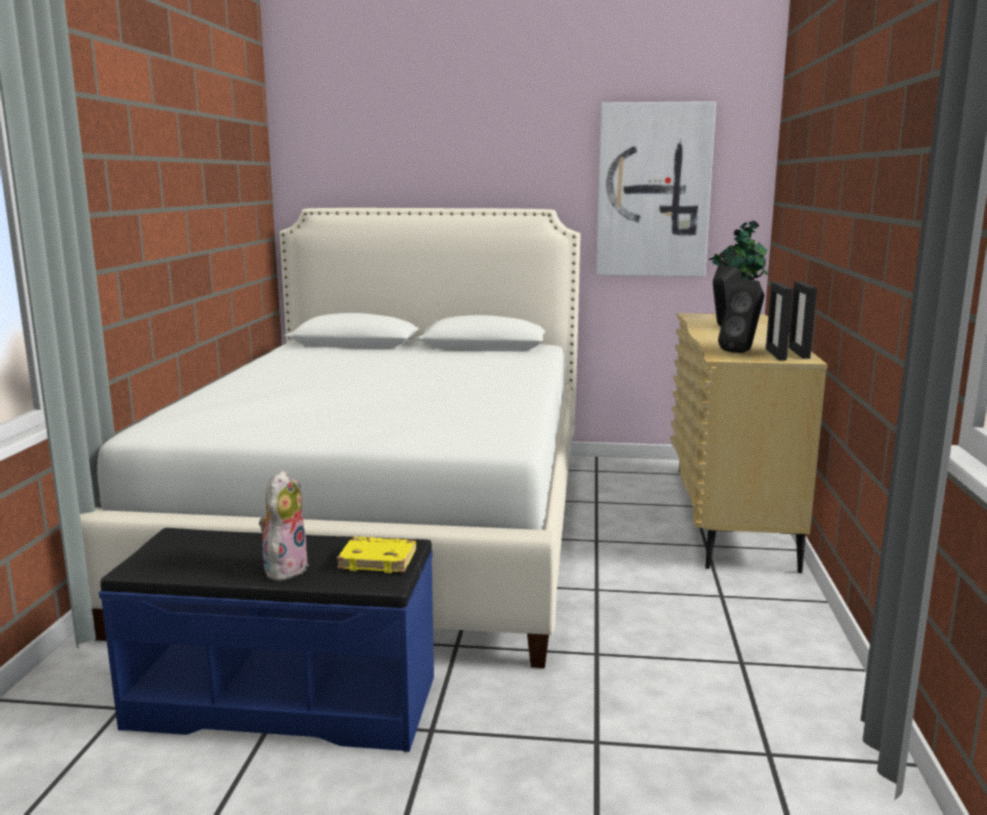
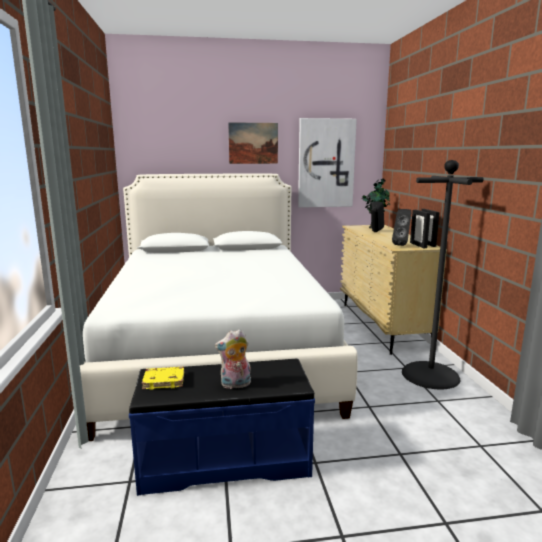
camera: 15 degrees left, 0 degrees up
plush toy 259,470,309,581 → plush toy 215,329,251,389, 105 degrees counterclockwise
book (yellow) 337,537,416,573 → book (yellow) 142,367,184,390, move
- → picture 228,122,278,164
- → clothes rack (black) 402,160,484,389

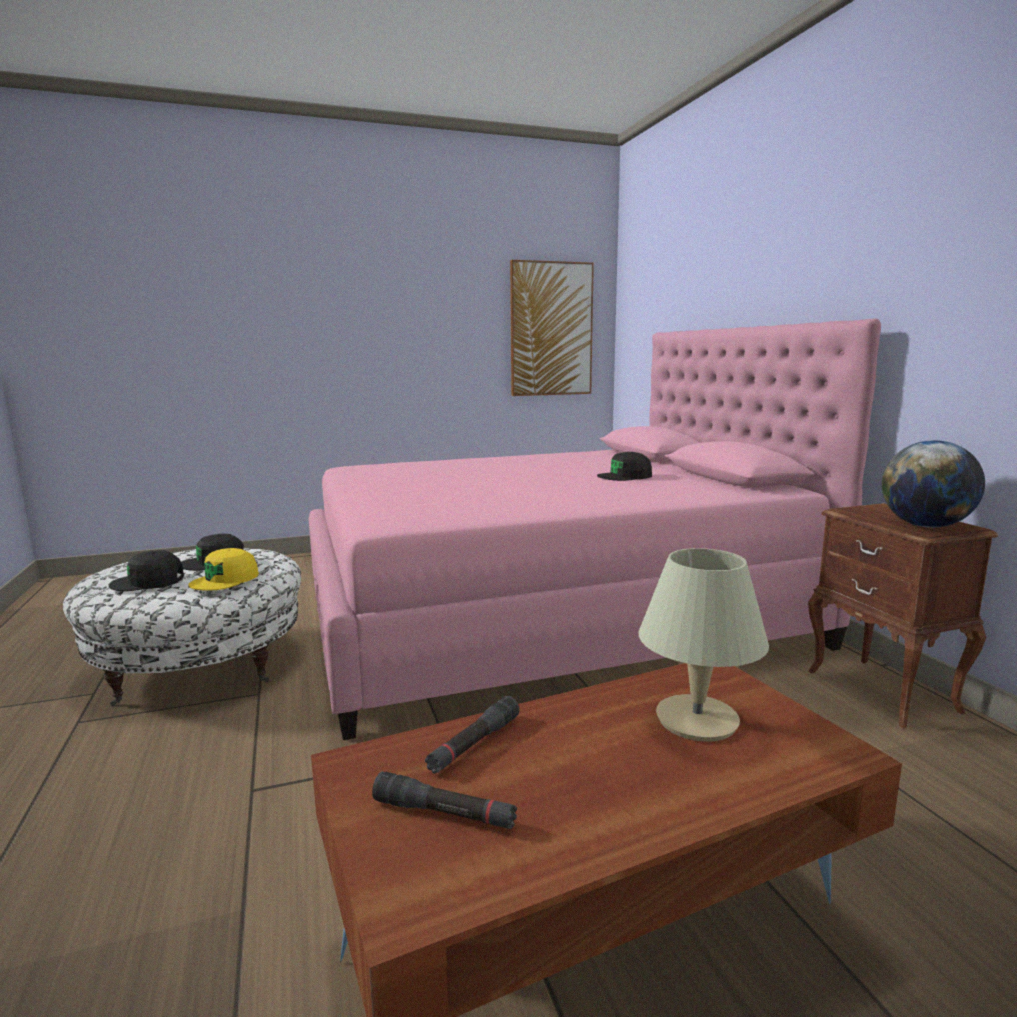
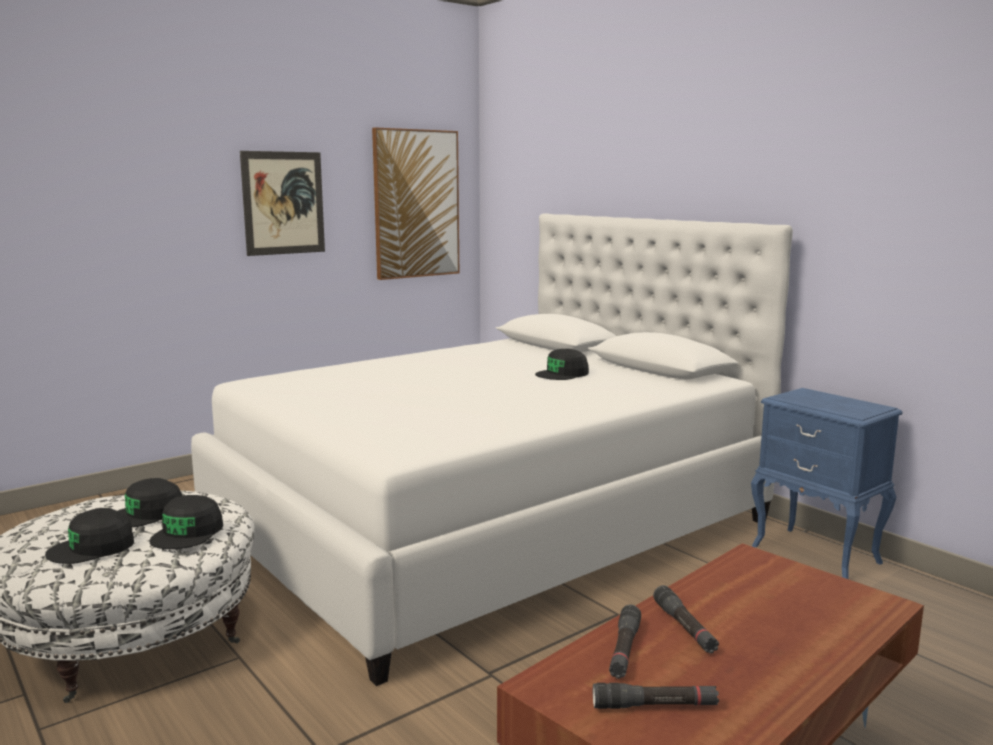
camera: 20 degrees left, 0 degrees up
bed (pink) 308,319,881,740 → bed (white) 191,213,793,686
globe 881,440,985,528 → -
nightstand (brown) 808,503,998,729 → nightstand (blue) 751,388,902,579
cap (yellow) 188,548,259,591 → cap (black) 150,495,223,549
table lamp (beige) 639,548,769,742 → -
- → picture 240,151,325,256
- → flashlight (black) 653,585,719,653

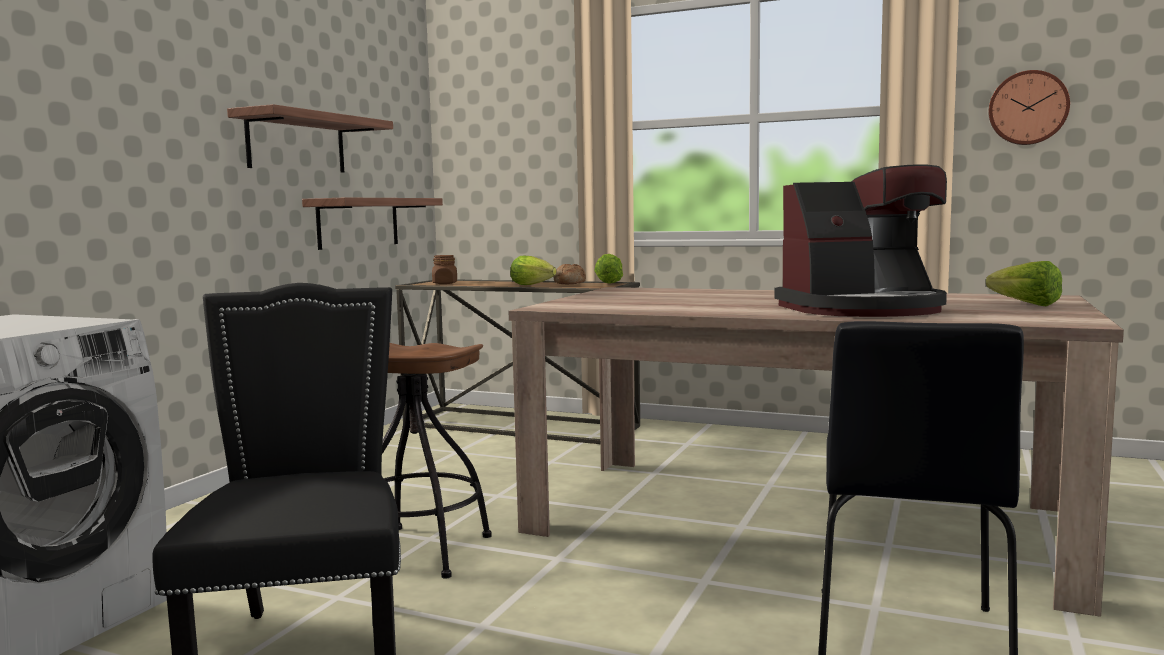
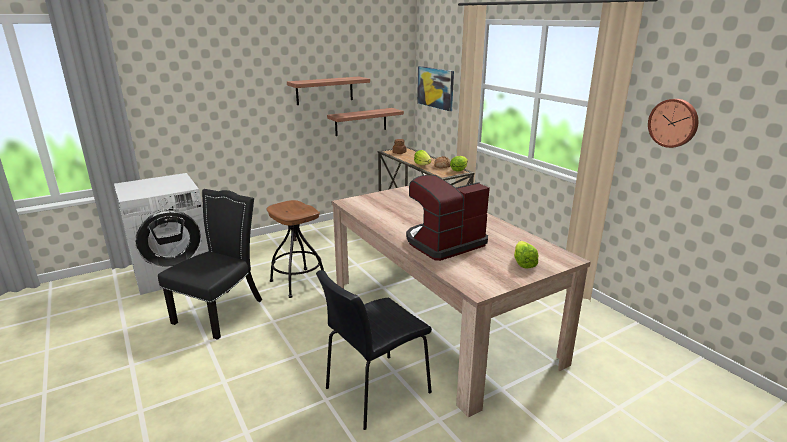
camera: 35 degrees right, 15 degrees up
coffee machine 774,164,947,317 → coffee machine 406,175,490,261, 120 degrees clockwise
- → picture 417,66,454,111

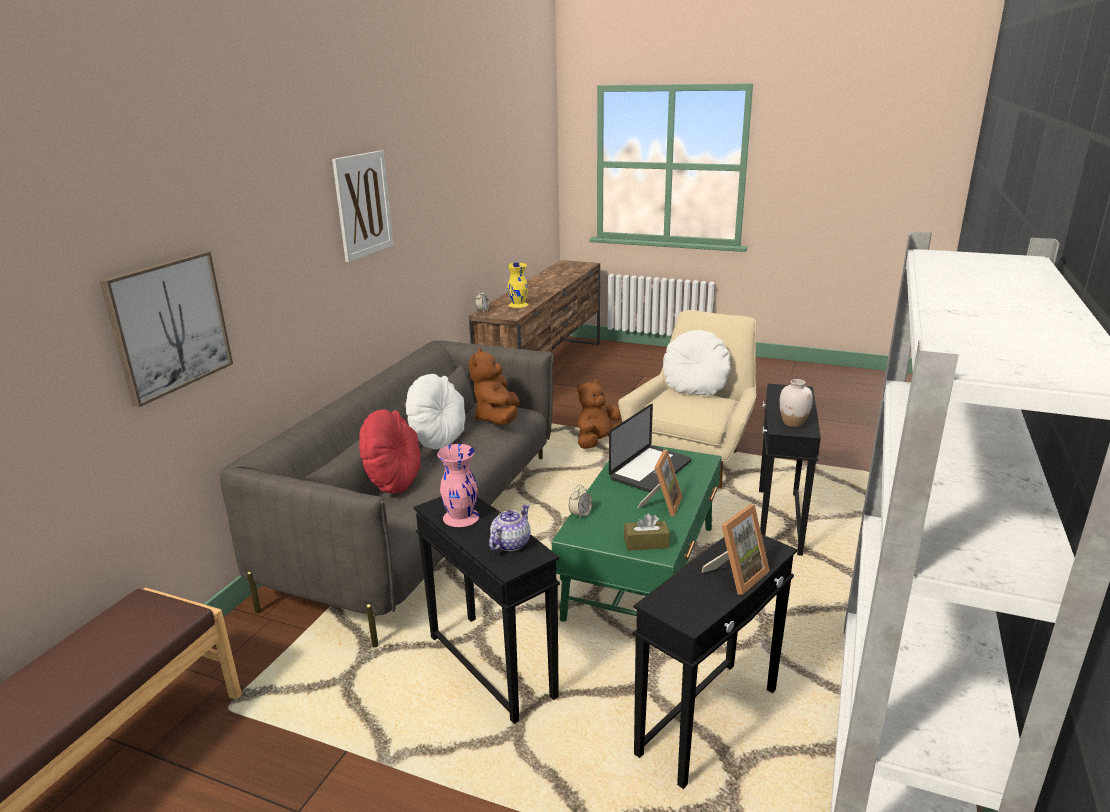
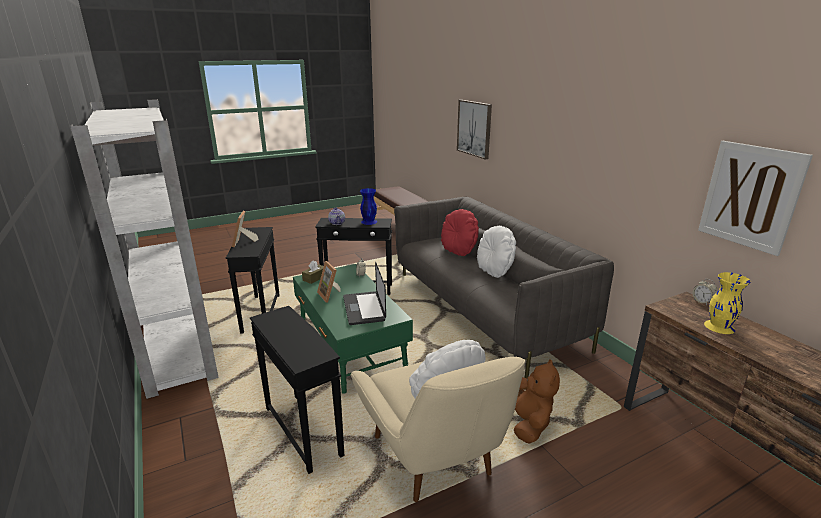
camera: 130 degrees right, 0 degrees up
picture 332,150,394,262 → picture 698,141,813,256, move
plush toy (brown) 469,348,520,425 → -
vase (white) 780,379,813,427 → -
vase (pink) 437,444,479,527 → vase (blue) 360,188,377,225

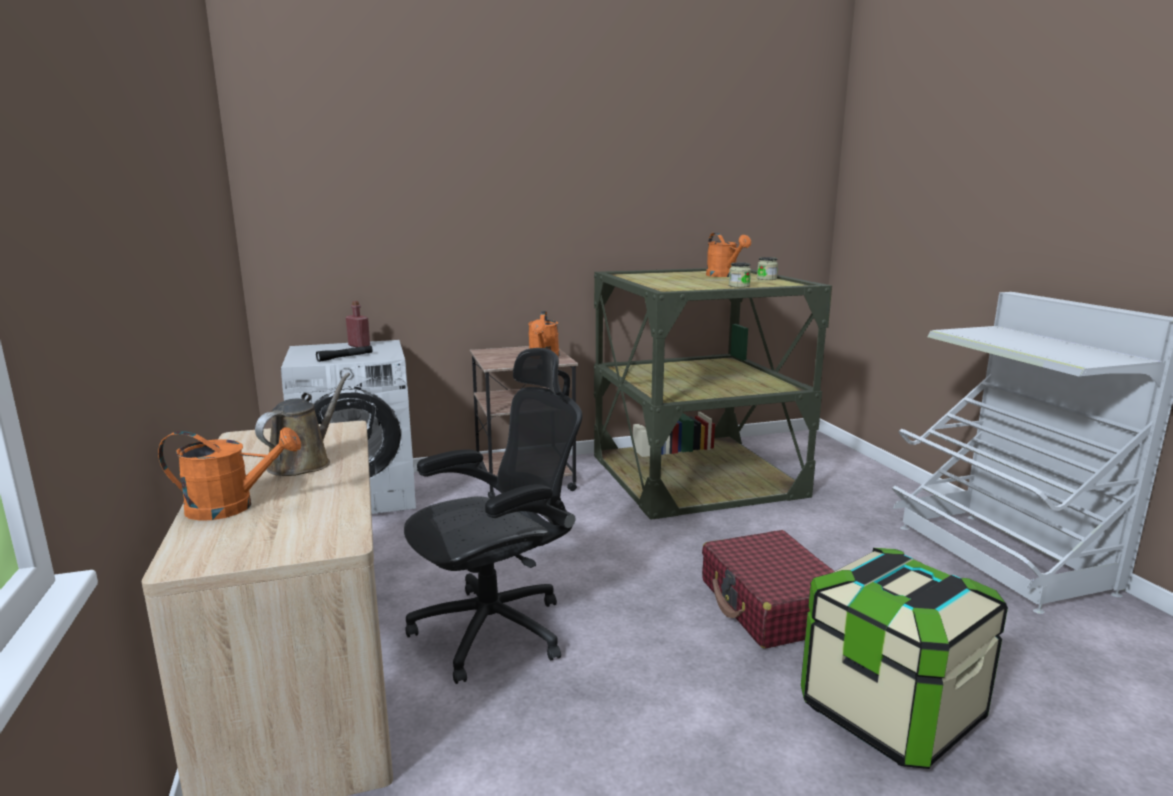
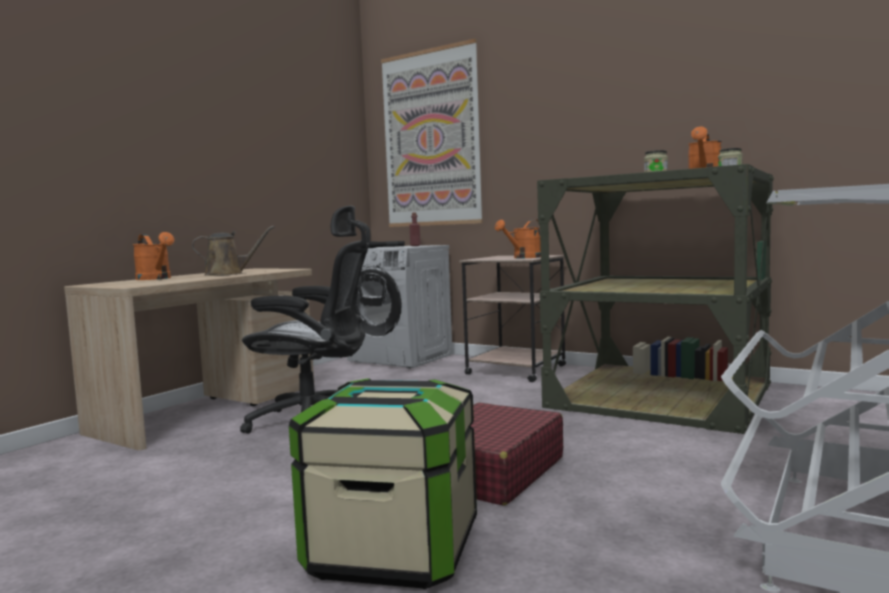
camera: 50 degrees right, 10 degrees down
- → picture 381,39,483,227

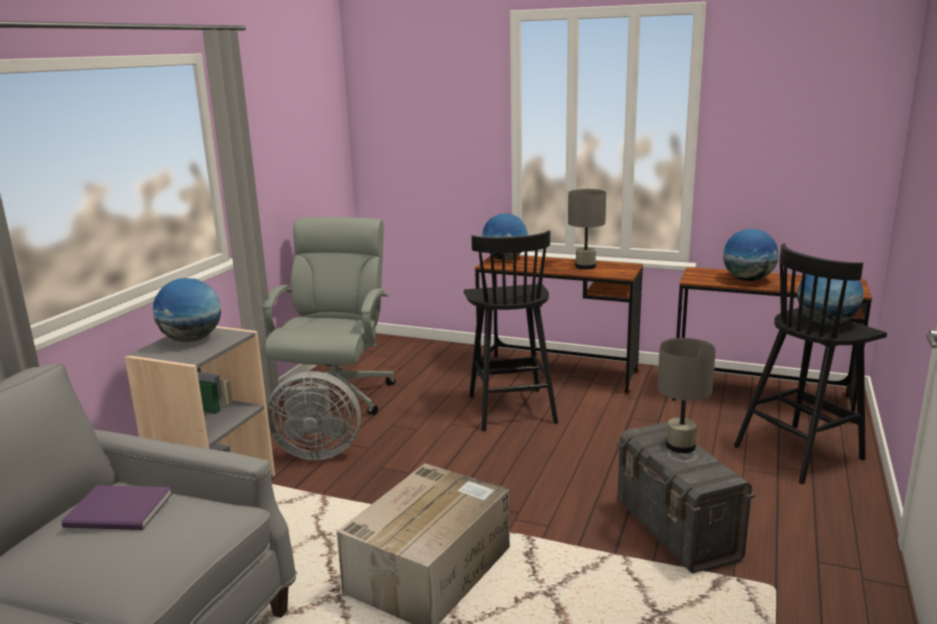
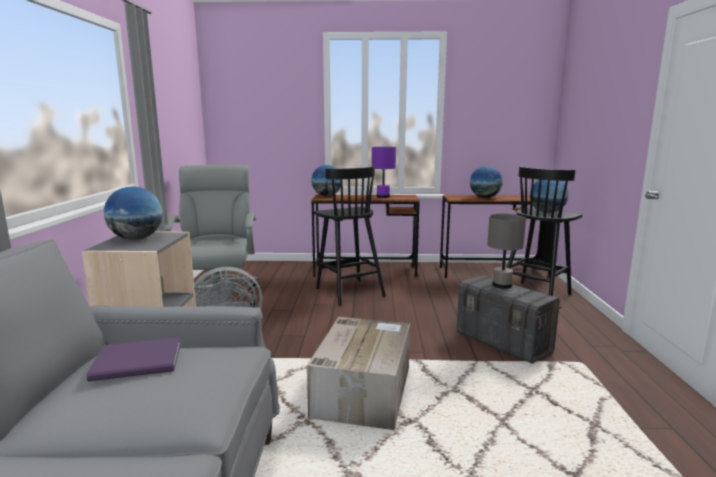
camera: 20 degrees left, 5 degrees down
table lamp (grey) 568,189,606,269 → table lamp (purple) 372,147,396,198

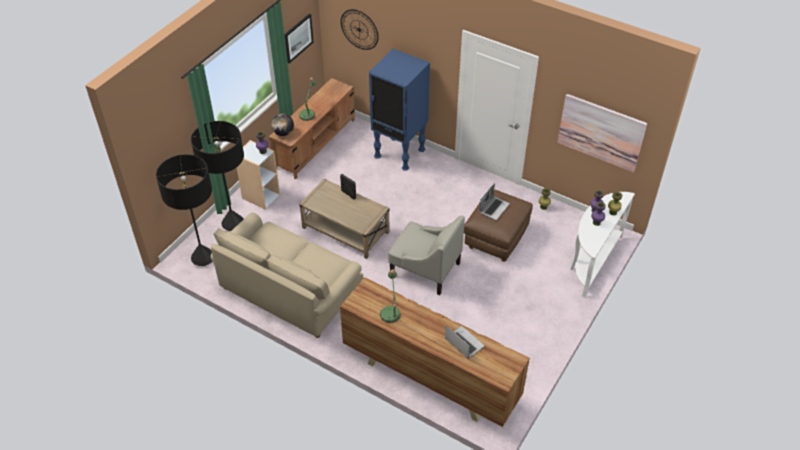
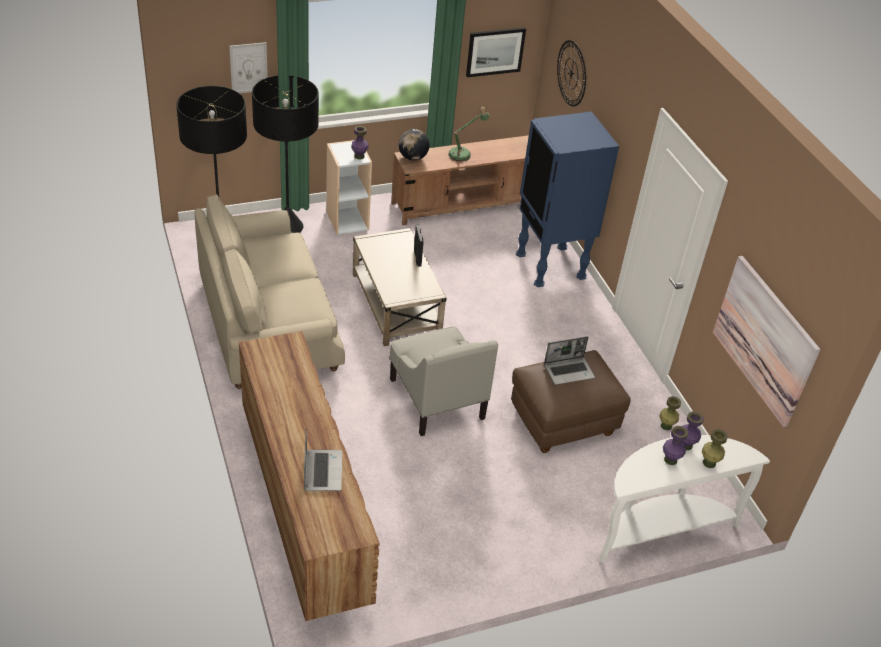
camera: 35 degrees right, 5 degrees down
table lamp 380,269,401,323 → -
- → picture 229,42,268,93

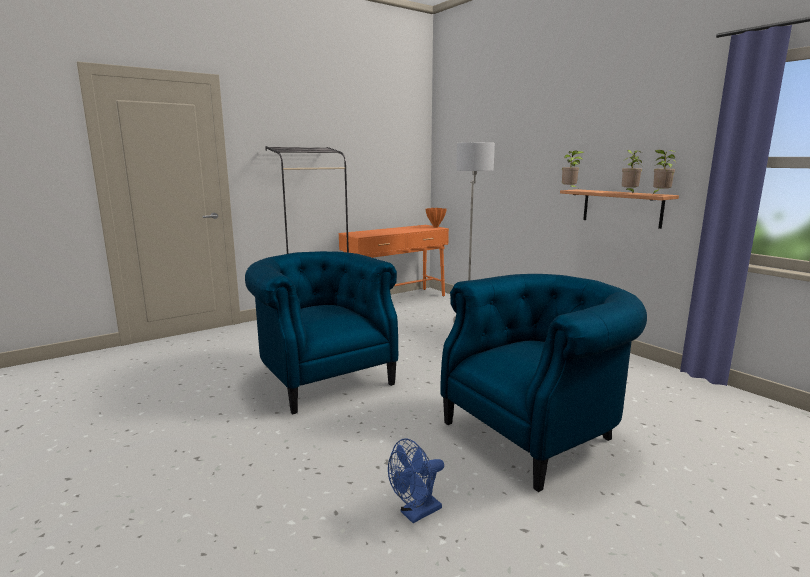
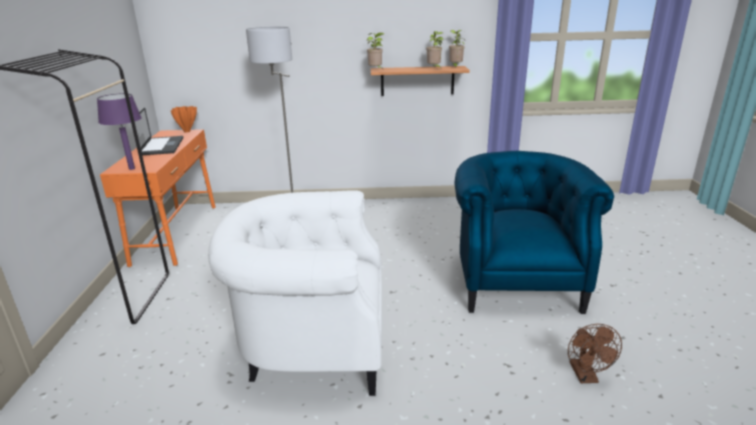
camera: 55 degrees left, 10 degrees up
armchair (blue) 245,251,398,414 → armchair (white) 208,190,382,396
fan (blue) 388,438,444,523 → fan (brown) 568,324,622,383
- → table lamp (purple) 97,93,142,170
- → laptop 135,107,183,155

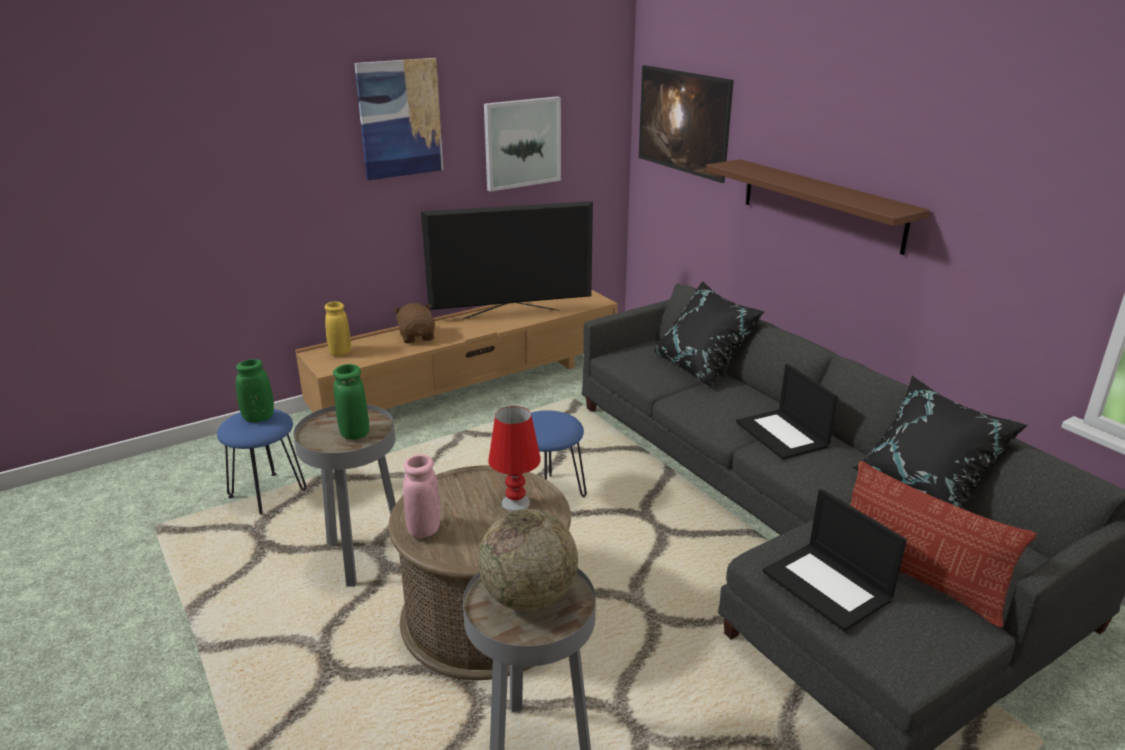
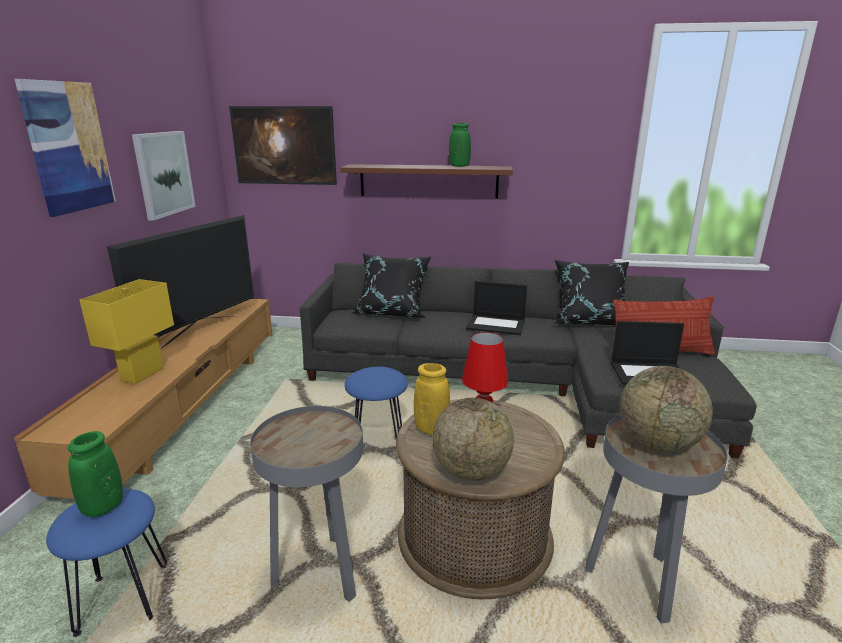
camera: 50 degrees left, 5 degrees down
vase (yellow) 325,302,351,356 → vase (yellow) 414,363,450,435, move
plush toy (brown) 393,303,435,343 → table lamp (yellow) 79,279,174,384
vase (green) 333,364,369,439 → vase (green) 449,123,471,167, move
vase (pink) 403,454,440,538 → globe 432,398,514,481

